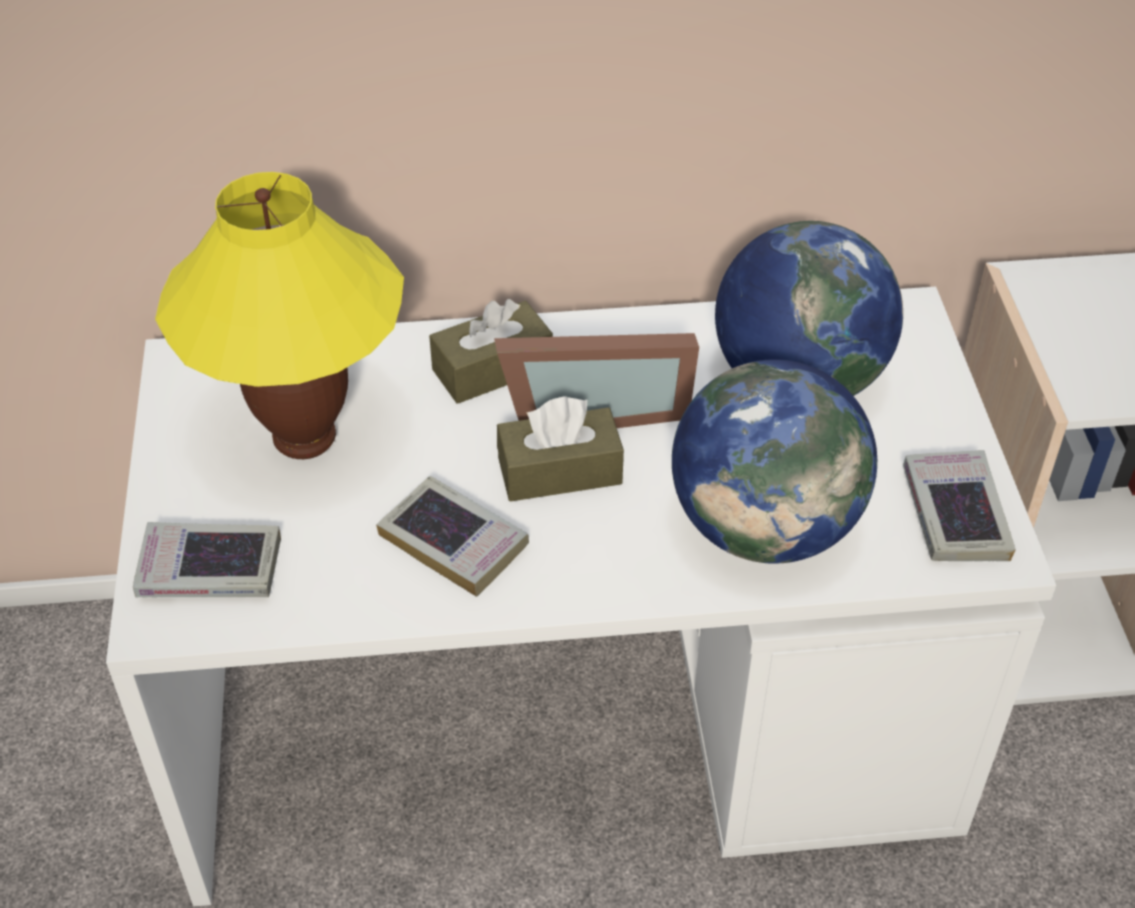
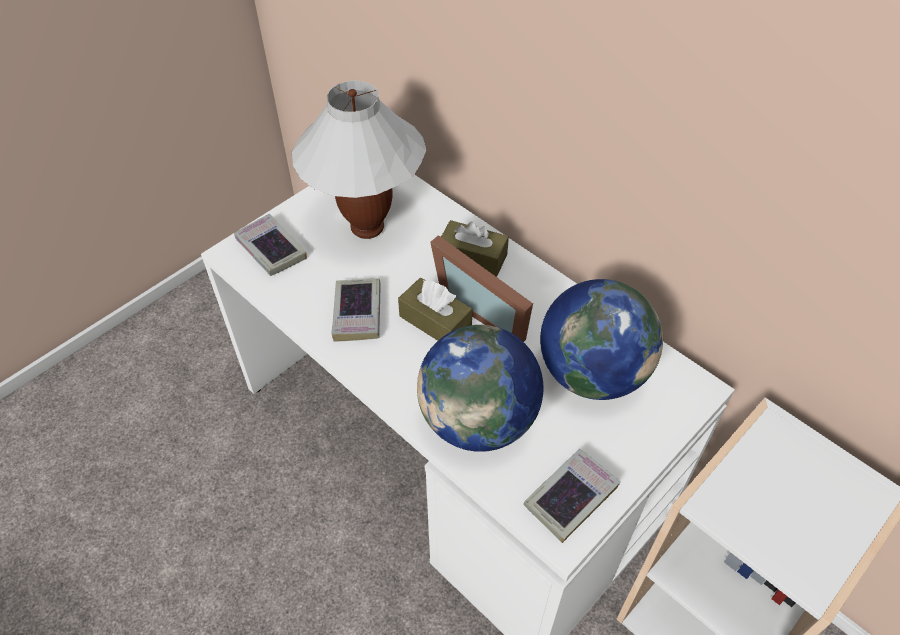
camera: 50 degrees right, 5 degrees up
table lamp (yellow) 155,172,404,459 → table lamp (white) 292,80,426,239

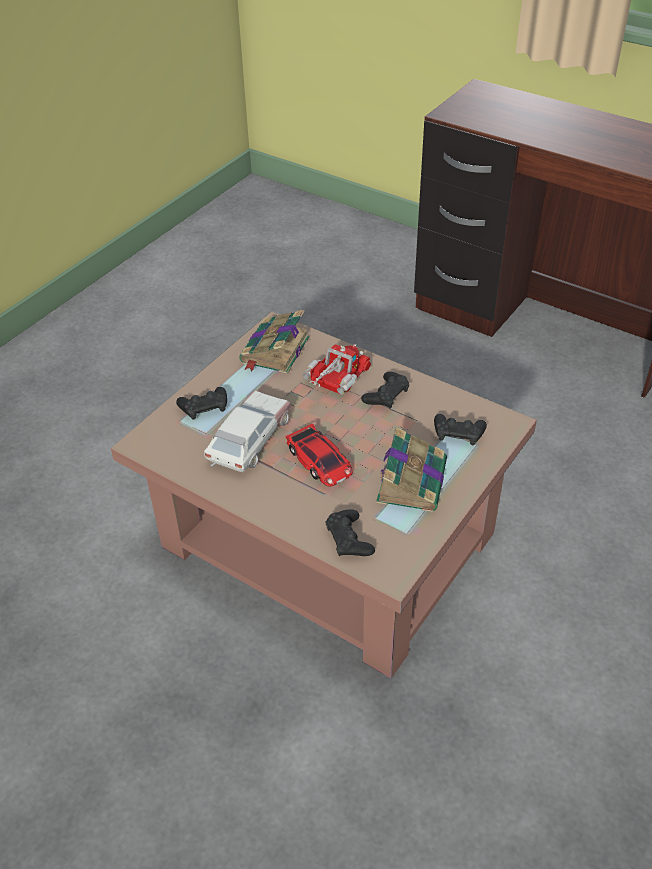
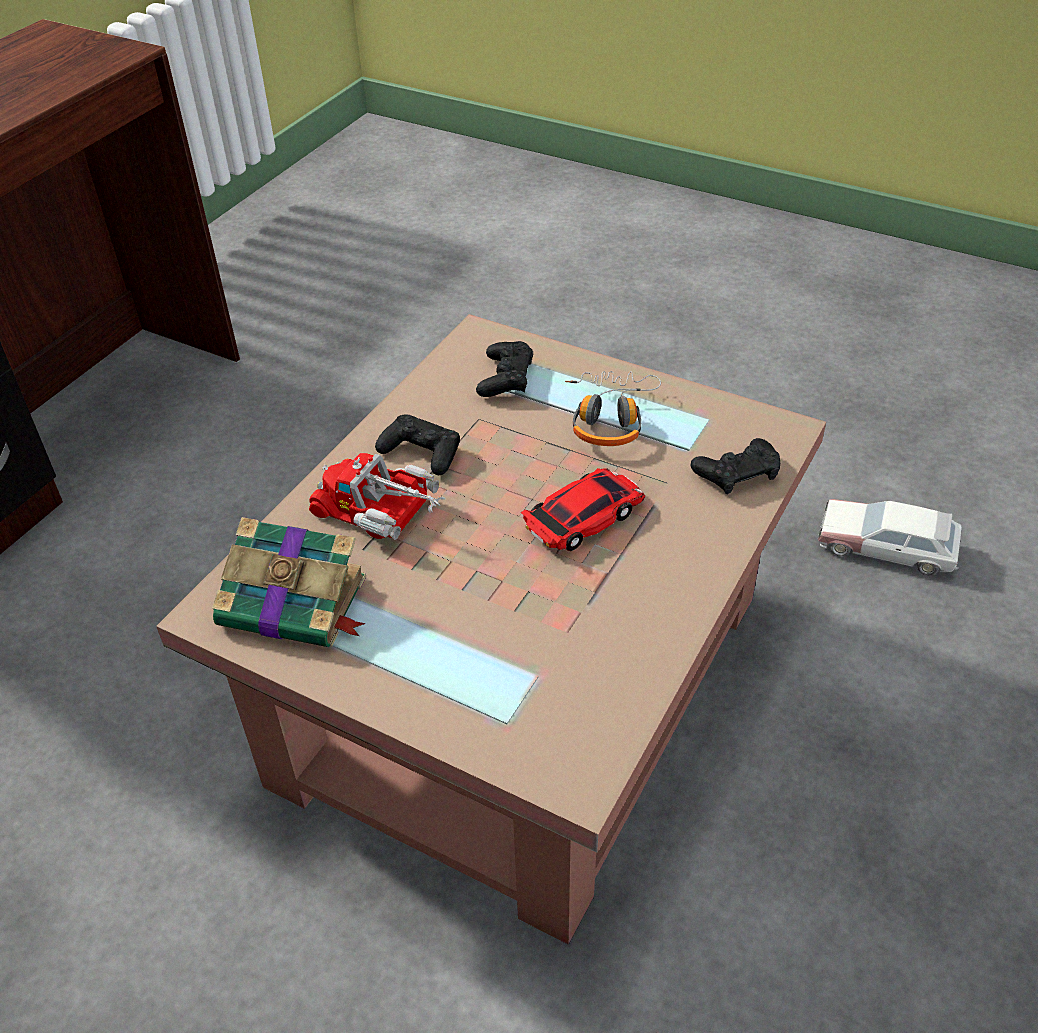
camera: 95 degrees left, 0 degrees up
game controller (black) 176,387,227,420 → -
toy car 204,391,291,472 → toy car 818,499,962,575, move
book 376,427,447,512 → headphones 565,371,661,446

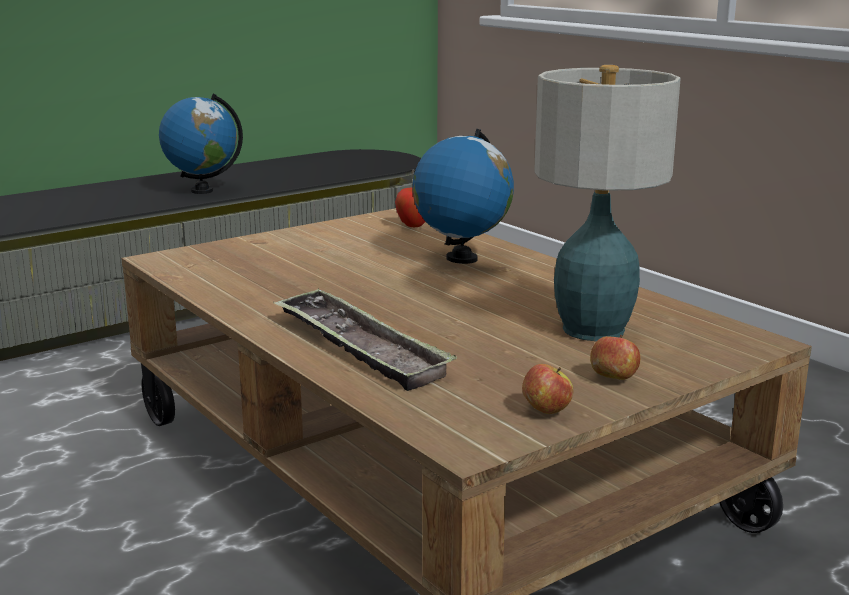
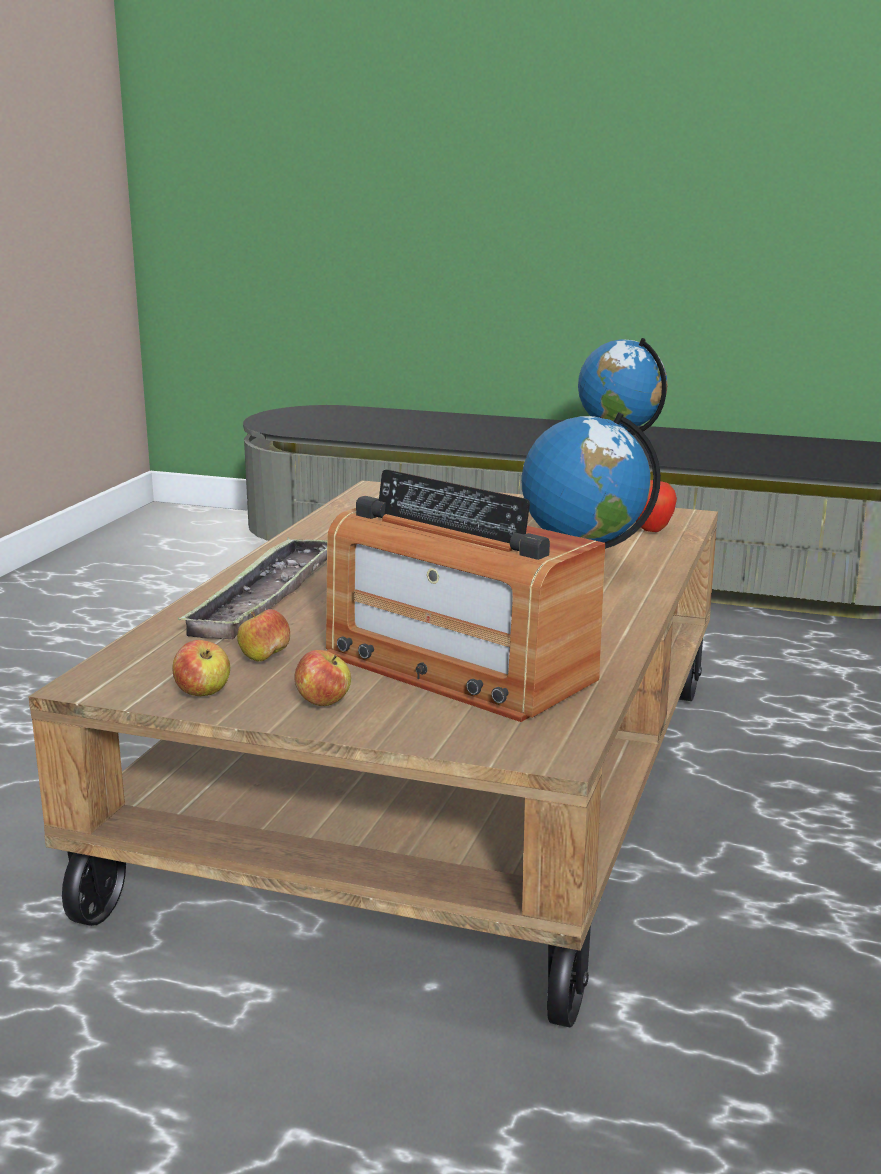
camera: 55 degrees right, 0 degrees up
table lamp 534,65,681,341 → radio 326,470,605,722
- → apple 237,609,290,661

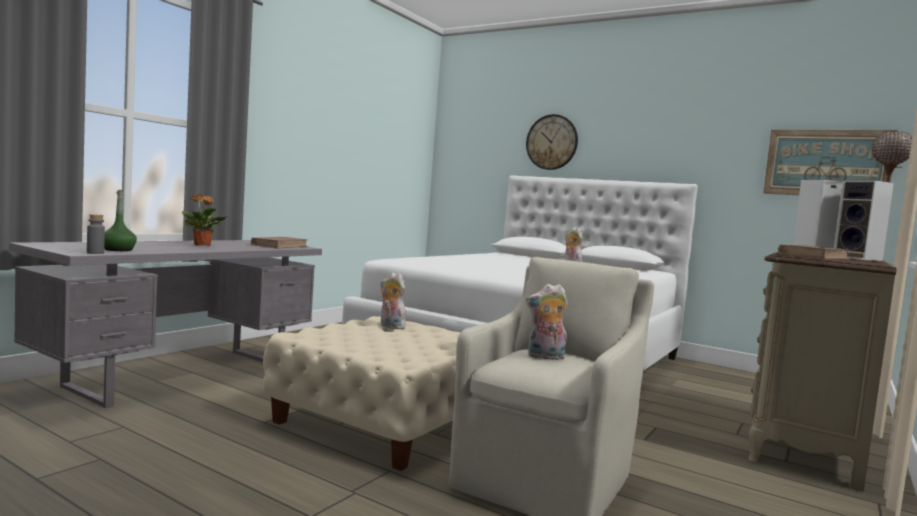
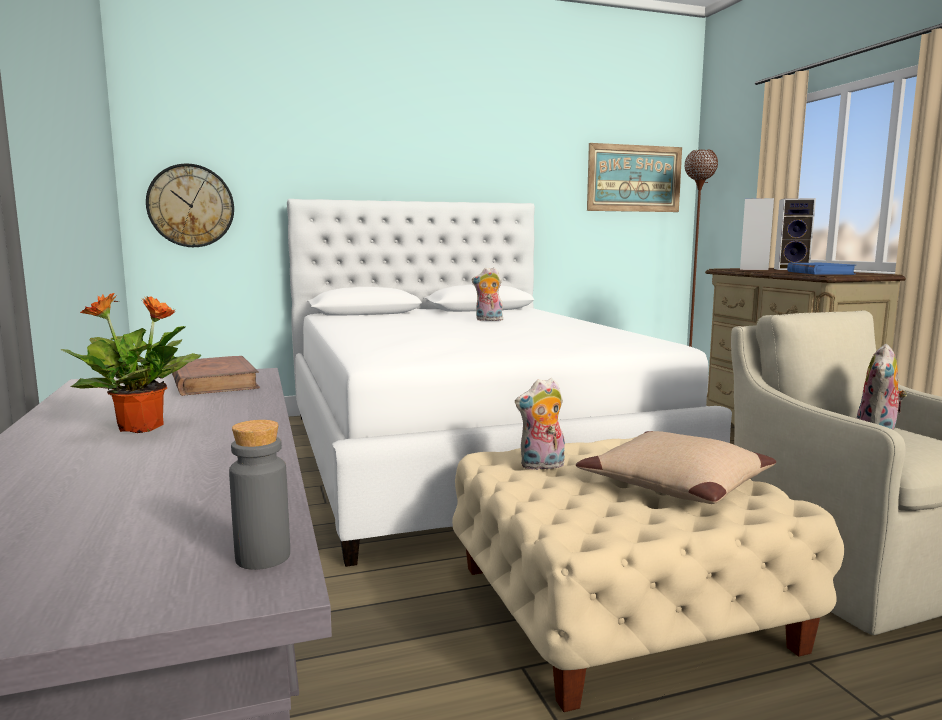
camera: 50 degrees left, 5 degrees up
wall clock 526,114,578,170 → wall clock 146,164,234,247, move
bottle (green) 104,190,137,251 → -
book (brown) 778,245,850,260 → book (blue) 787,263,856,275
- → pillow (beige) 576,431,776,504

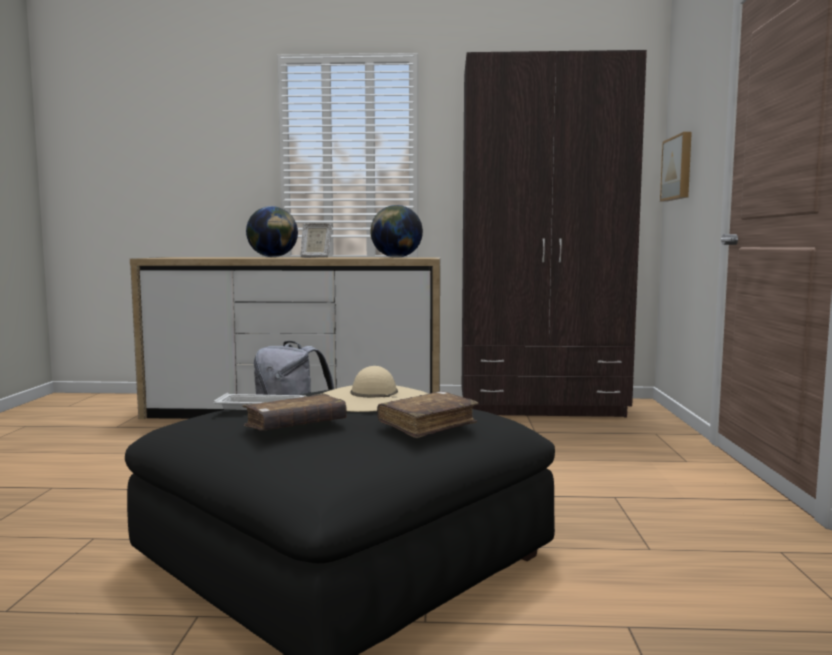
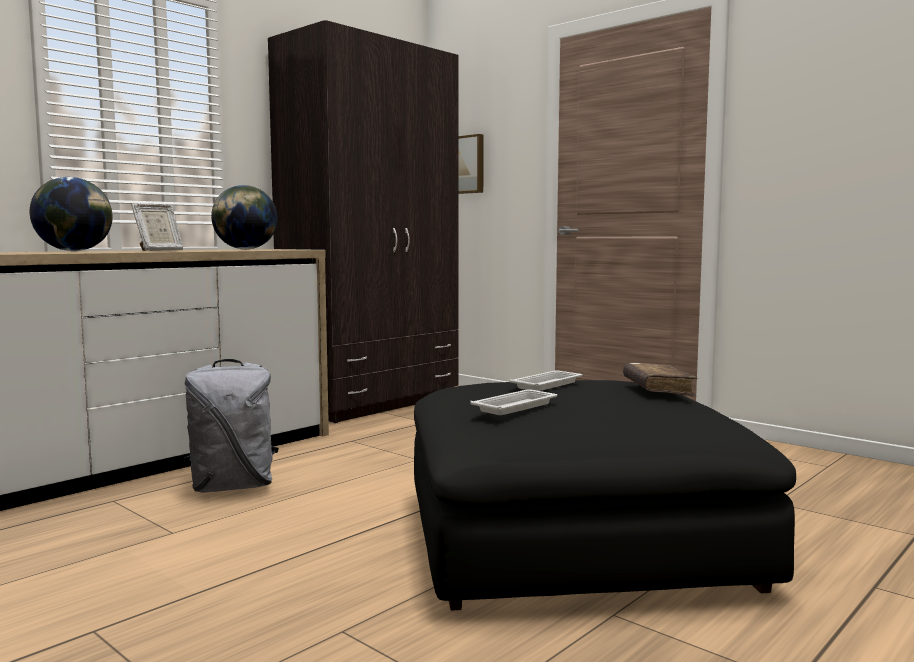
camera: 50 degrees left, 0 degrees up
hat (beige) 322,366,428,412 → tray (white) 510,371,582,391
book (brown) 242,394,347,431 → -

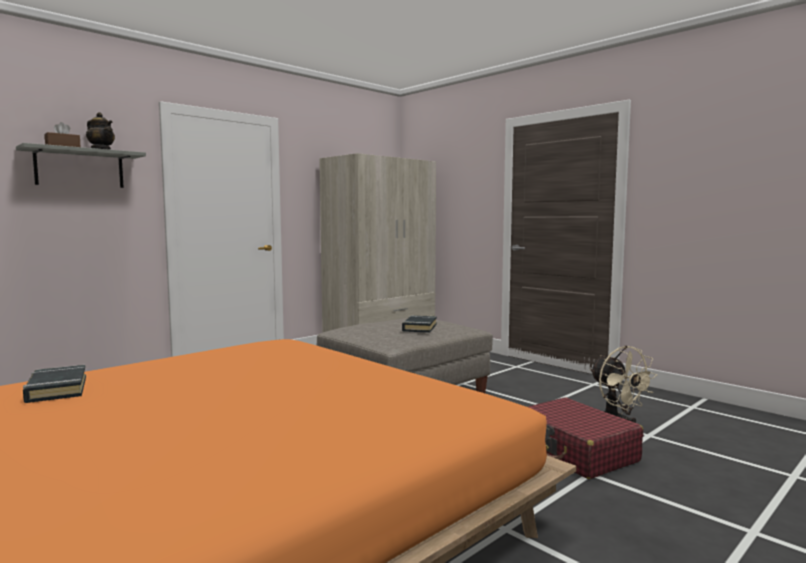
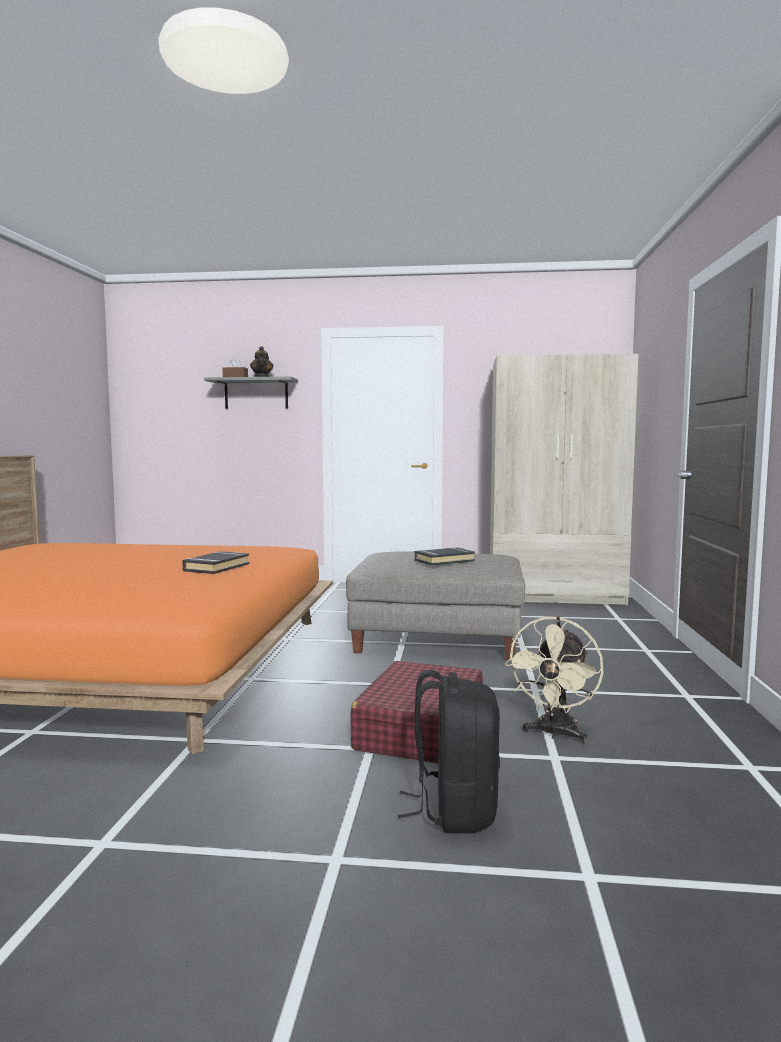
camera: 50 degrees right, 0 degrees up
book (black) 23,365,86,403 → book (black) 182,551,250,574, move
- → backpack (black) 398,670,500,833

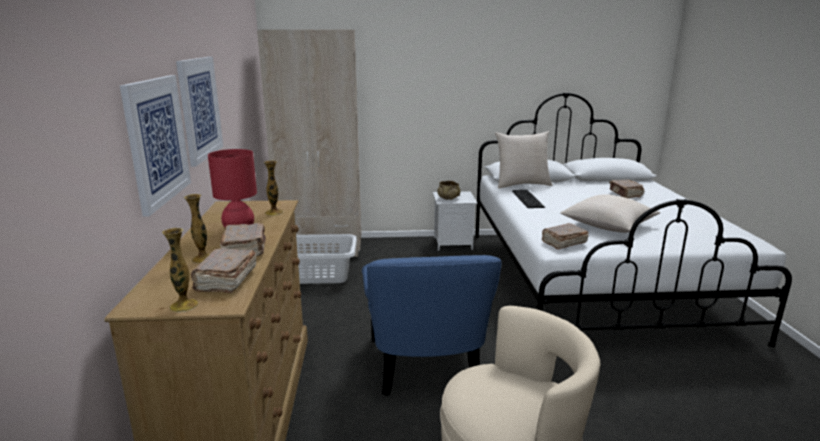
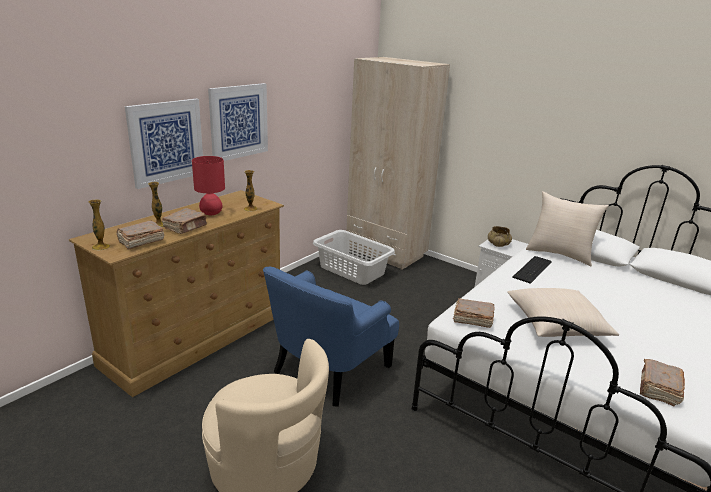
camera: 40 degrees right, 5 degrees up
book (brown) 609,180,644,198 → book (brown) 640,359,685,407, move

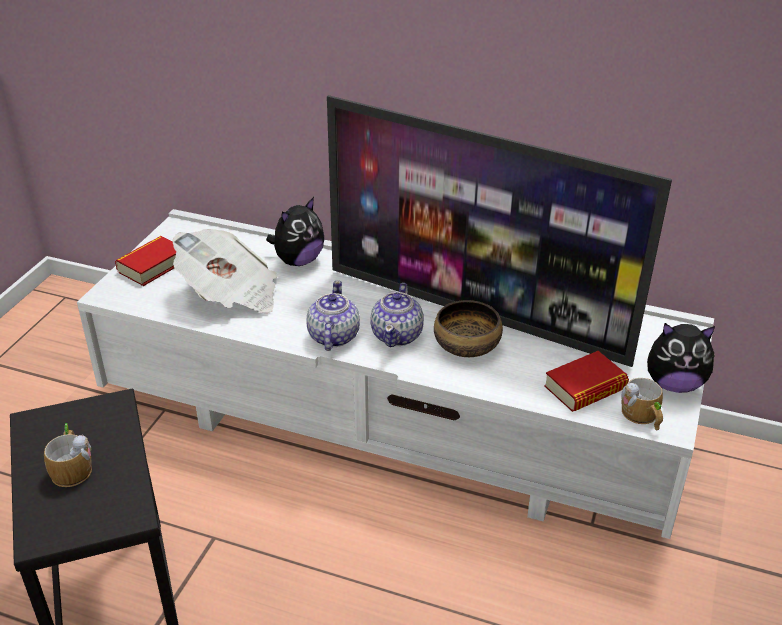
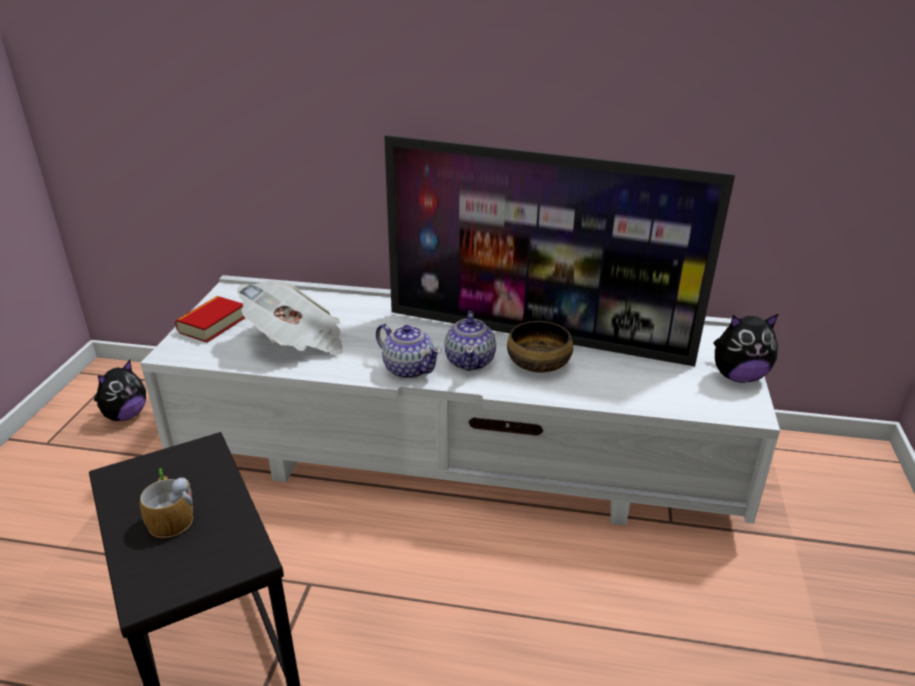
camera: 10 degrees left, 5 degrees down
plush toy 266,197,324,266 → plush toy 94,360,146,421, move
teapot 306,280,360,351 → teapot 376,324,442,379, 135 degrees clockwise
book 544,351,629,412 → -
mug 621,378,663,430 → -

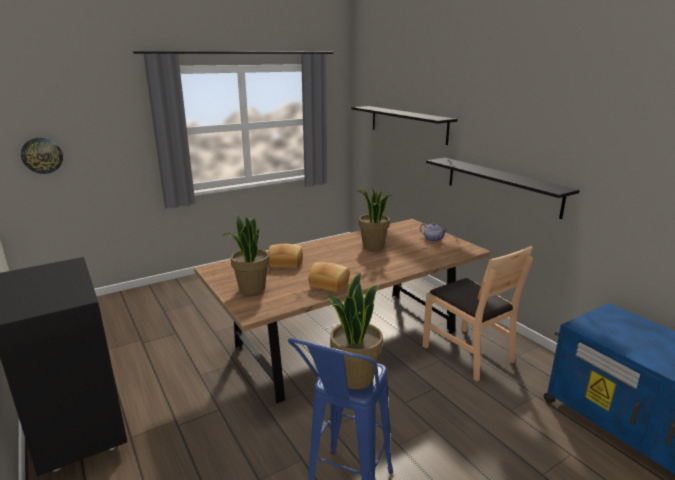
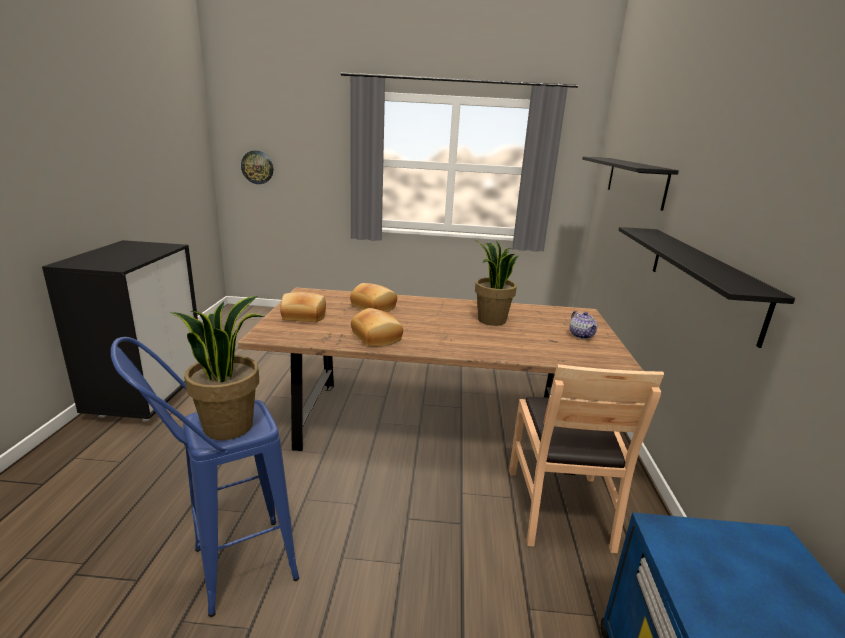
camera: 35 degrees right, 0 degrees up
potted plant 223,213,269,295 → bread 280,292,326,322

